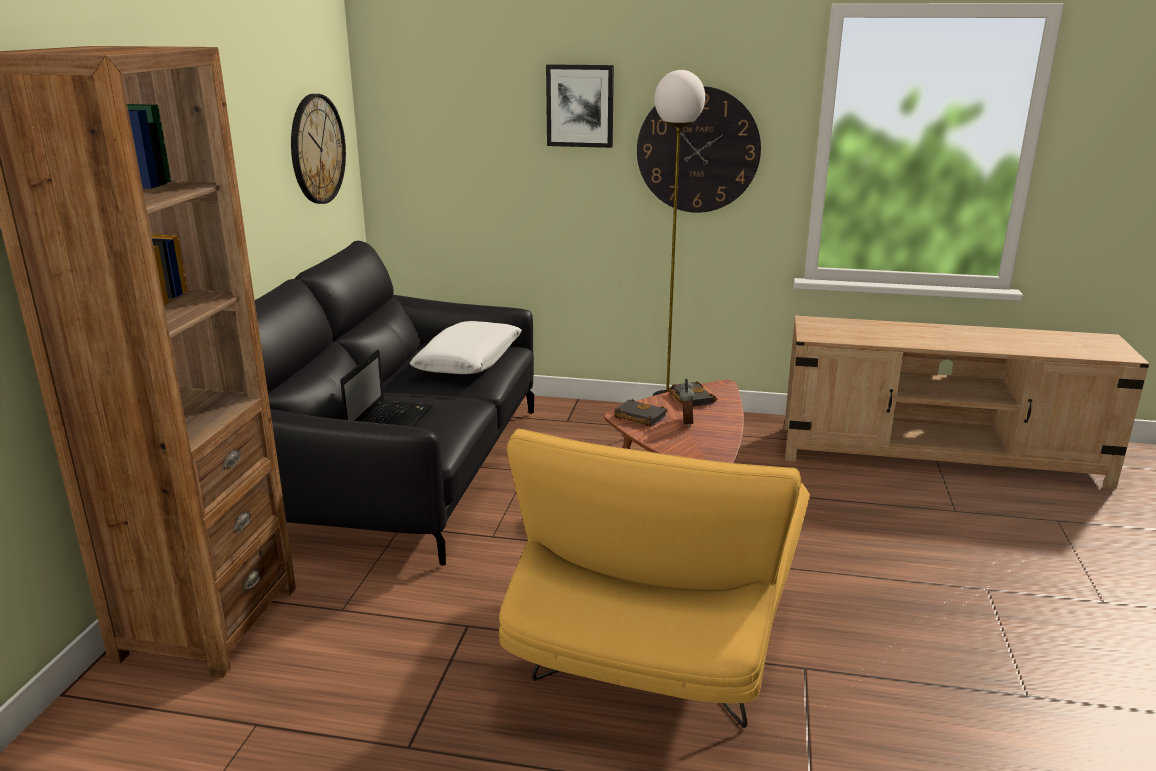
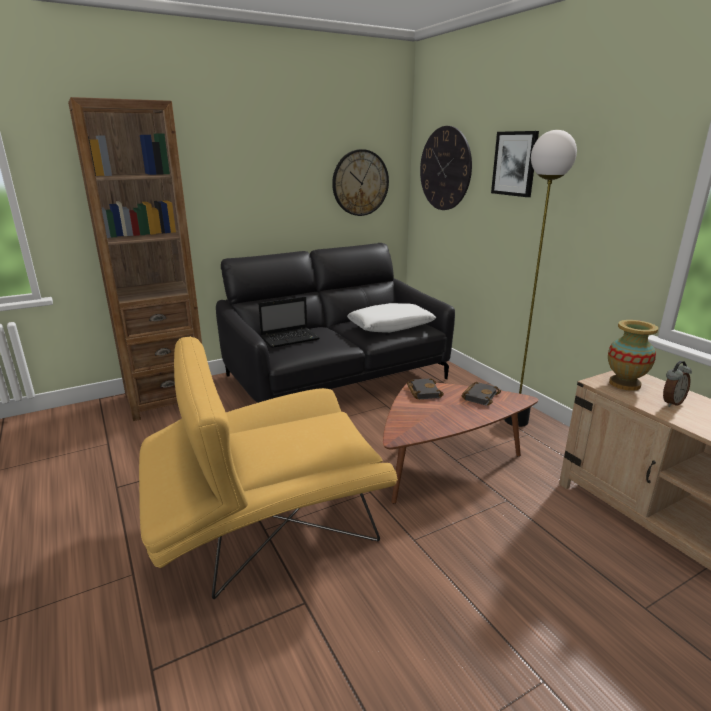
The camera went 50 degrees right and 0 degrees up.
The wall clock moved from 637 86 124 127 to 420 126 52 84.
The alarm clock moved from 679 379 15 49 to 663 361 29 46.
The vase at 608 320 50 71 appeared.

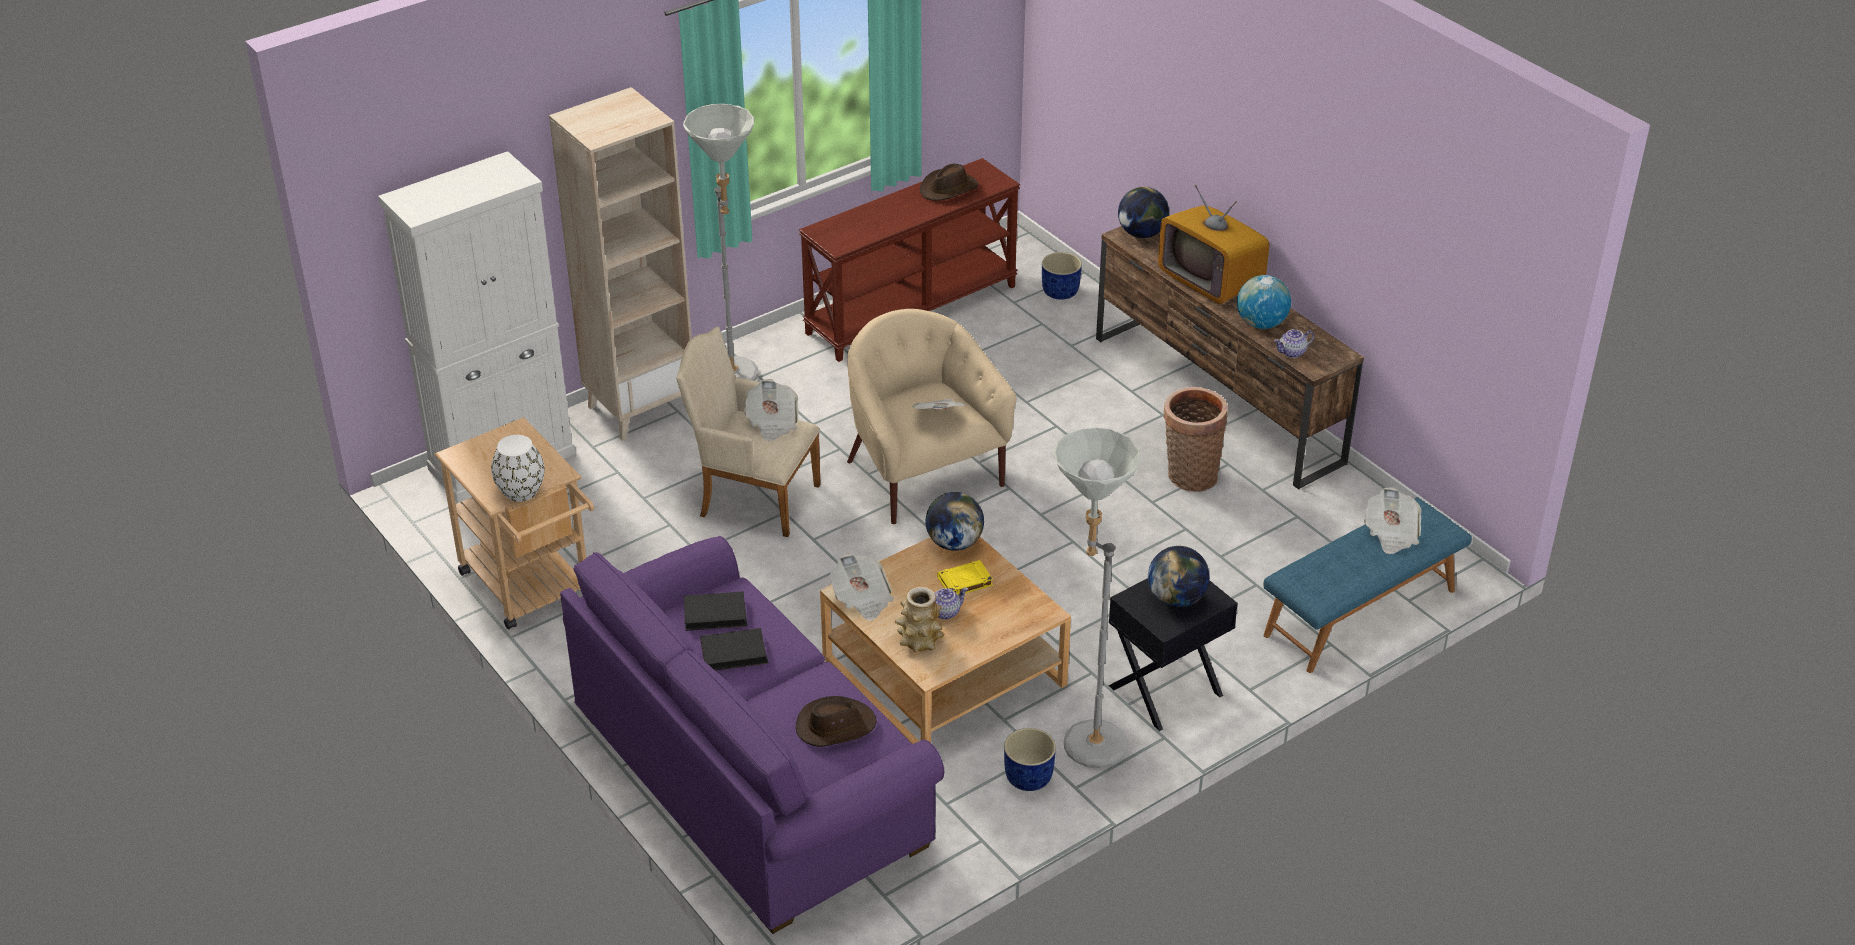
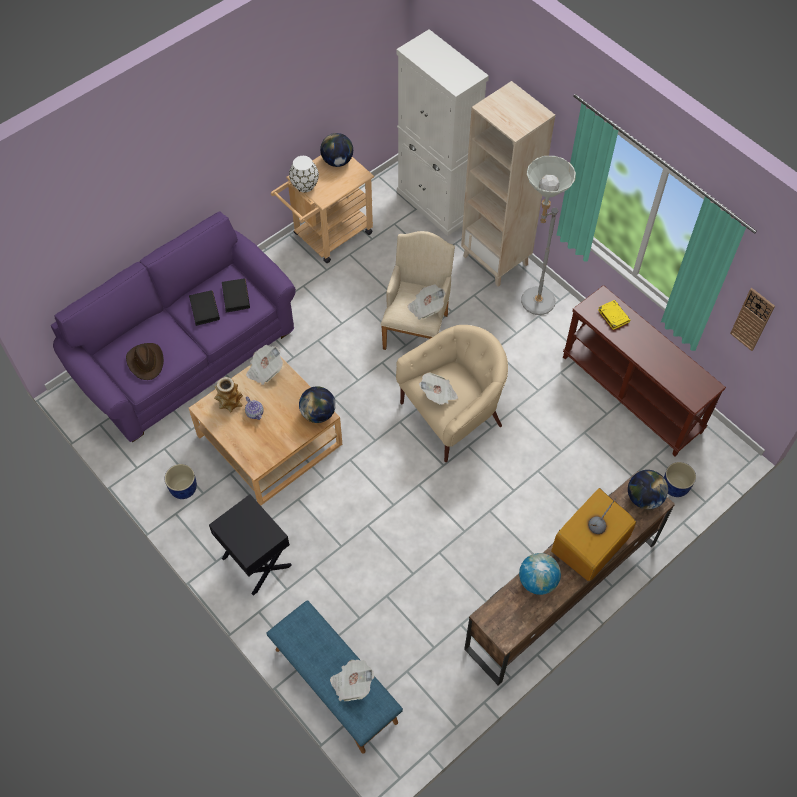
The camera went 85 degrees right and 20 degrees up.
The brown hat at 920 164 58 37 disappeared.
The teapot at 1274 329 40 29 disappeared.
The basket at 1164 387 64 105 disappeared.
The grey floor lamp at 1053 428 88 340 disappeared.
The globe moved from 1148 546 62 61 to 320 133 33 34.
The yellow book moved from 937 560 56 35 to 598 300 33 30.
The wall clock at 730 288 45 63 appeared.

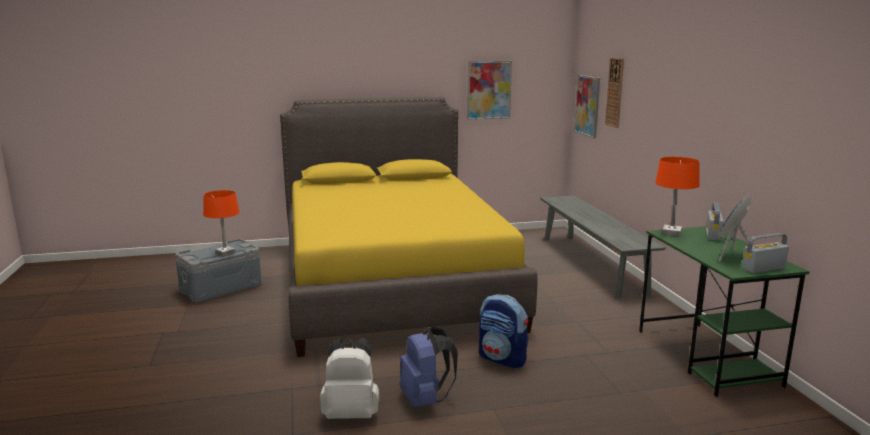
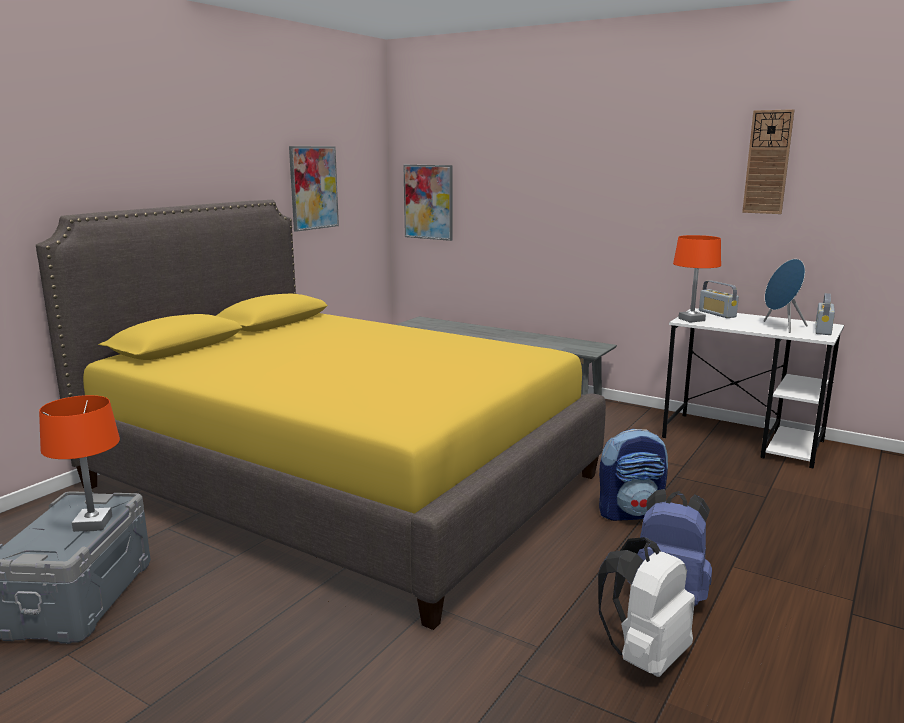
The camera went 45 degrees left and 0 degrees up.
The wall clock moved from 605 58 19 70 to 742 109 52 105.
The green desk at 639 227 171 170 became the white desk at 662 308 182 161.

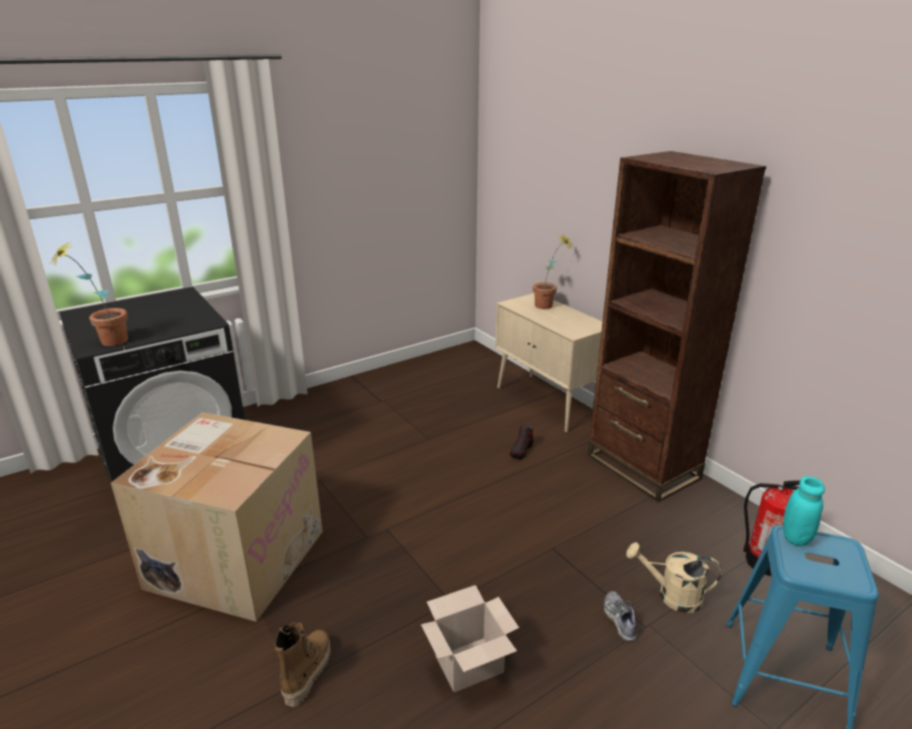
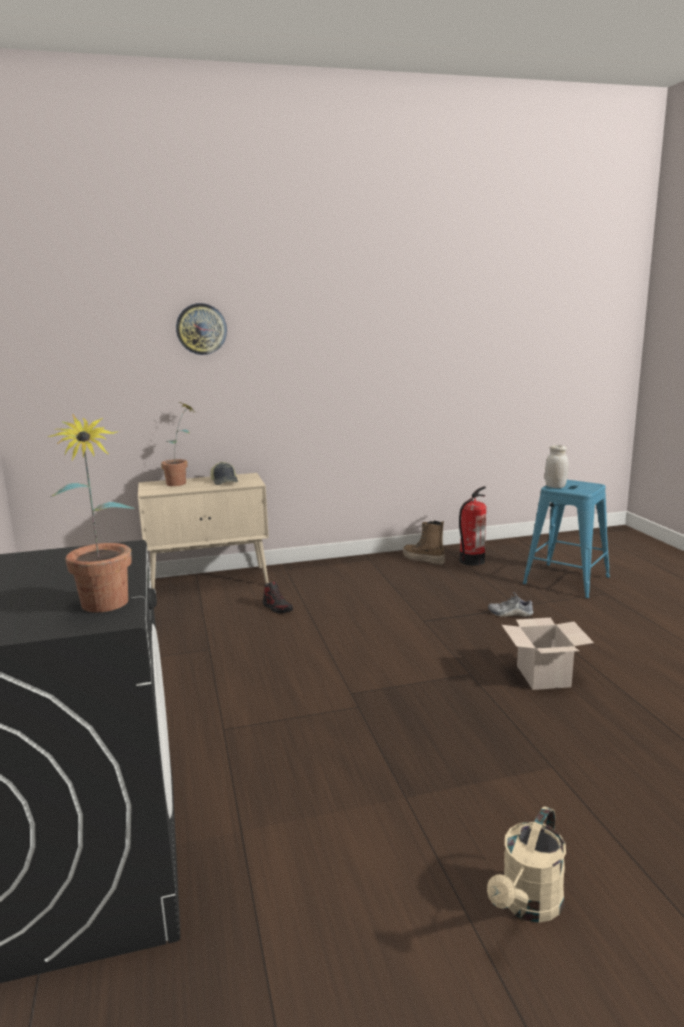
The camera went 70 degrees left and 10 degrees down.
The brown bookcase at 587 151 179 351 disappeared.
The cardboard box at 111 412 212 210 disappeared.
The turquoise jar at 783 476 42 70 became the white jar at 545 445 24 43.
The beige watering can moved from 626 542 95 71 to 487 806 79 117.
The boot moved from 275 622 56 85 to 403 521 42 44.
The wall clock at 176 303 51 52 appeared.
The cap at 210 462 28 23 appeared.

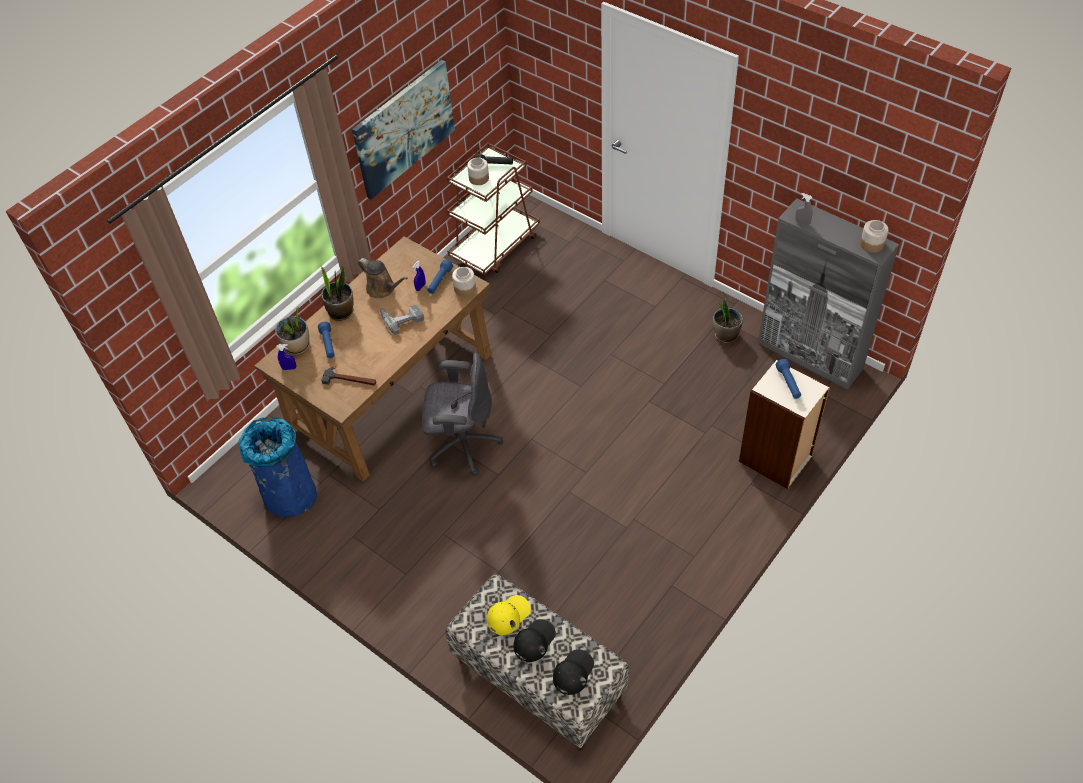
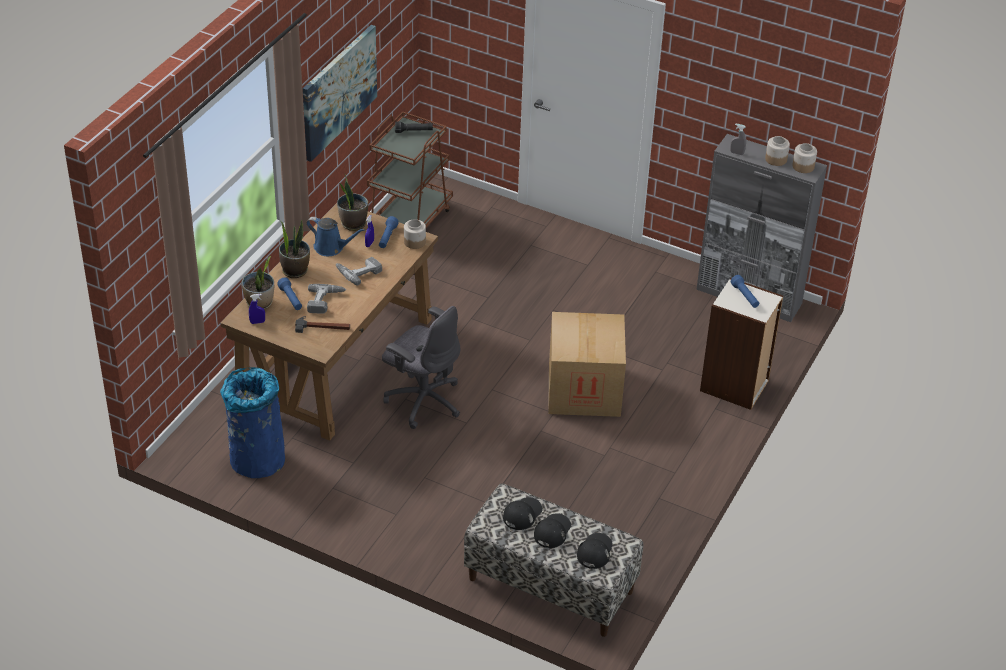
The camera went 15 degrees left and 10 degrees down.
The jar moved from 467 158 22 27 to 765 136 25 30.
The brown watering can at 358 258 50 40 became the blue watering can at 307 217 58 39.
The potted plant moved from 713 293 30 50 to 337 173 31 58.
The grey office chair at 422 353 81 123 turned 45 degrees clockwise.
The yellow cap at 487 595 44 40 became the black cap at 503 497 40 33.
The power drill at 307 284 39 30 appeared.
The cardboard box at 548 312 78 105 appeared.

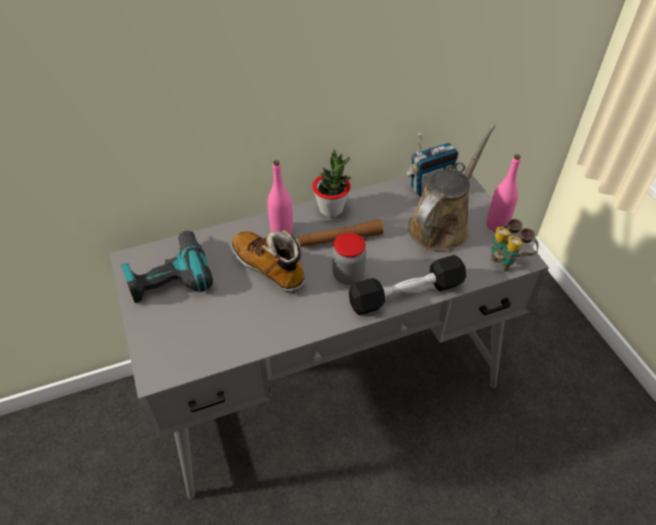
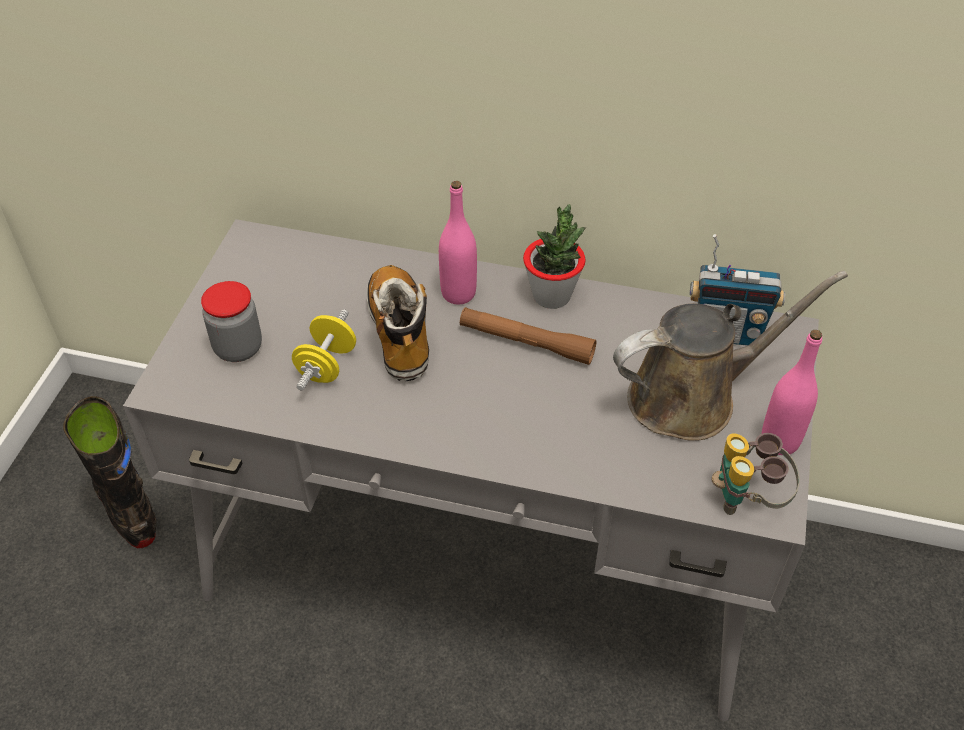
The camera went 35 degrees right and 0 degrees up.
The power drill at 121 229 92 74 disappeared.
The jar moved from 332 233 34 52 to 201 281 61 81.
The black dumbbell at 349 255 117 60 disappeared.
The yellow dumbbell at 292 309 64 81 appeared.
The black boot at 63 396 93 152 appeared.

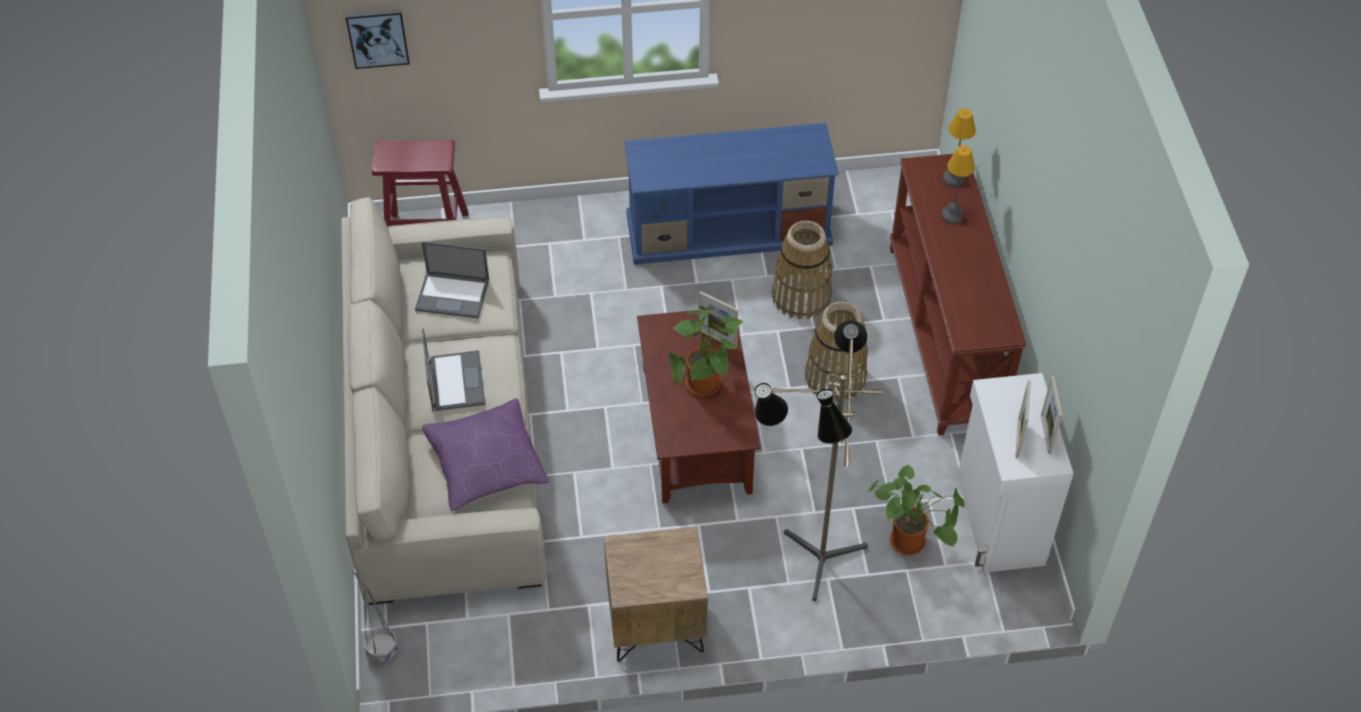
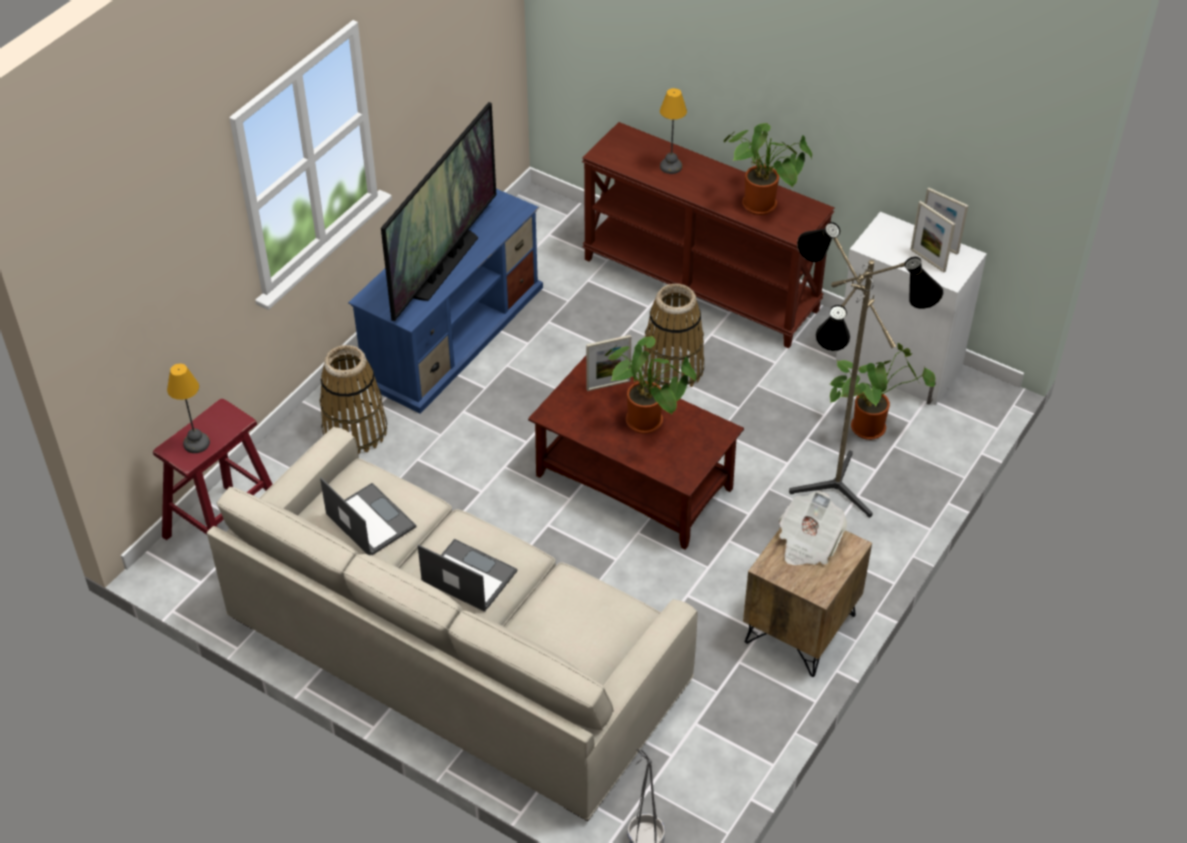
The camera went 50 degrees left and 5 degrees down.
The picture at 345 9 64 60 disappeared.
The table lamp moved from 942 108 34 79 to 167 364 43 89.
The basket moved from 772 221 60 99 to 320 345 67 109.
The laptop at 415 242 74 76 turned 90 degrees counterclockwise.
The purple pillow at 422 398 127 113 disappeared.
The television at 381 102 115 219 appeared.
The potted plant at 724 123 88 92 appeared.
The newspaper at 779 491 68 74 appeared.

